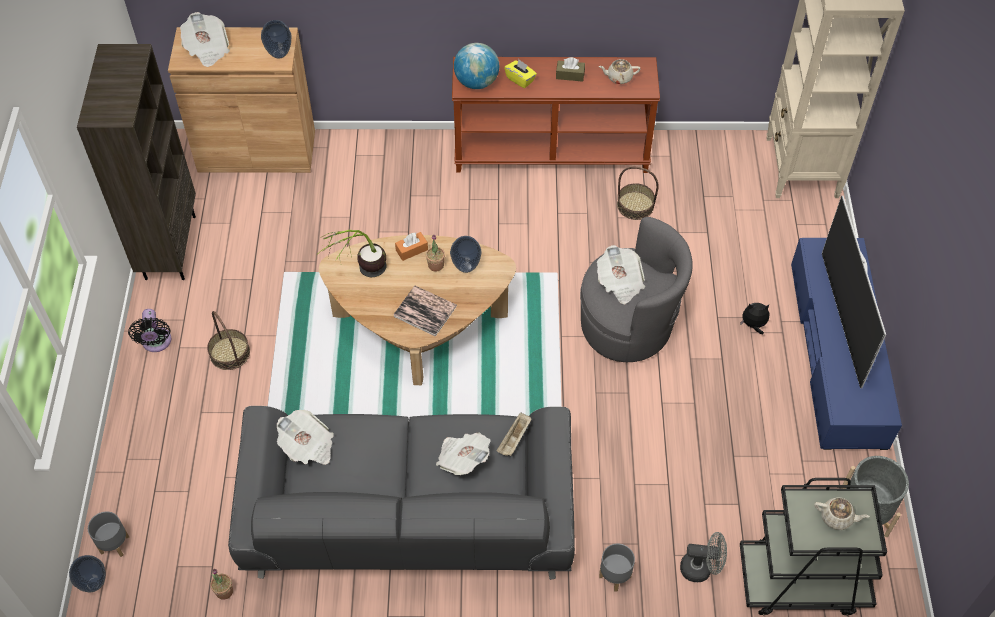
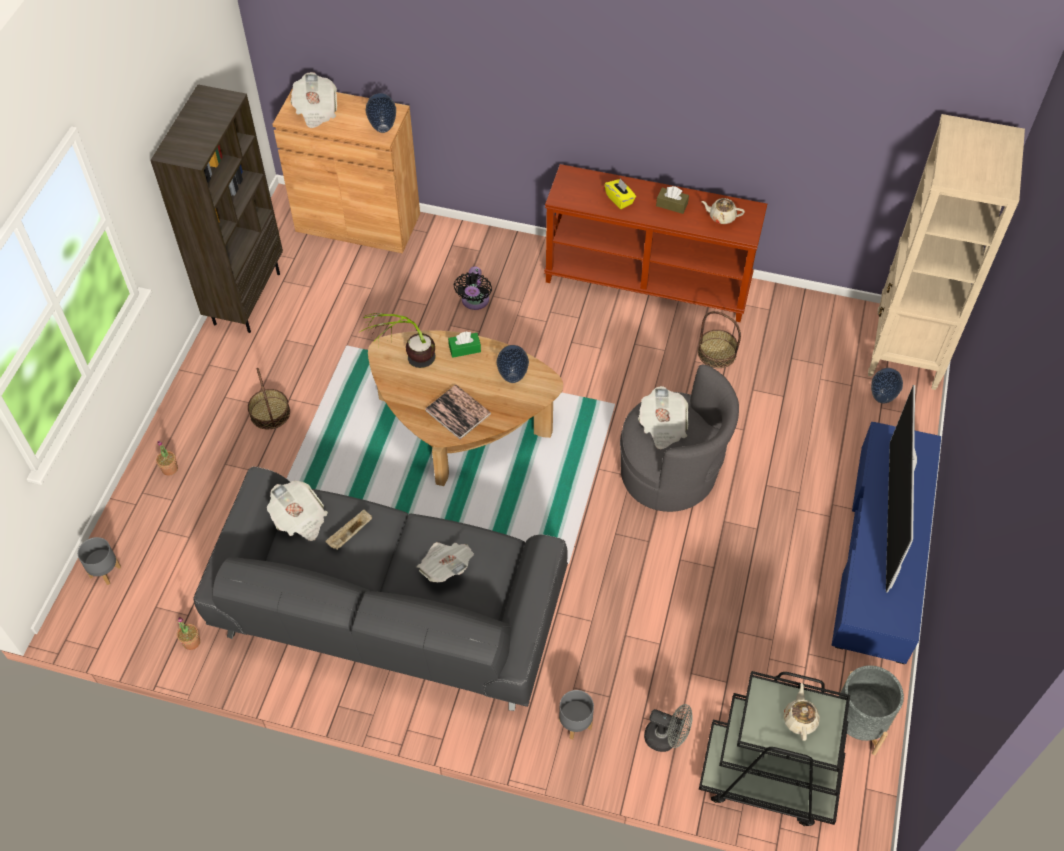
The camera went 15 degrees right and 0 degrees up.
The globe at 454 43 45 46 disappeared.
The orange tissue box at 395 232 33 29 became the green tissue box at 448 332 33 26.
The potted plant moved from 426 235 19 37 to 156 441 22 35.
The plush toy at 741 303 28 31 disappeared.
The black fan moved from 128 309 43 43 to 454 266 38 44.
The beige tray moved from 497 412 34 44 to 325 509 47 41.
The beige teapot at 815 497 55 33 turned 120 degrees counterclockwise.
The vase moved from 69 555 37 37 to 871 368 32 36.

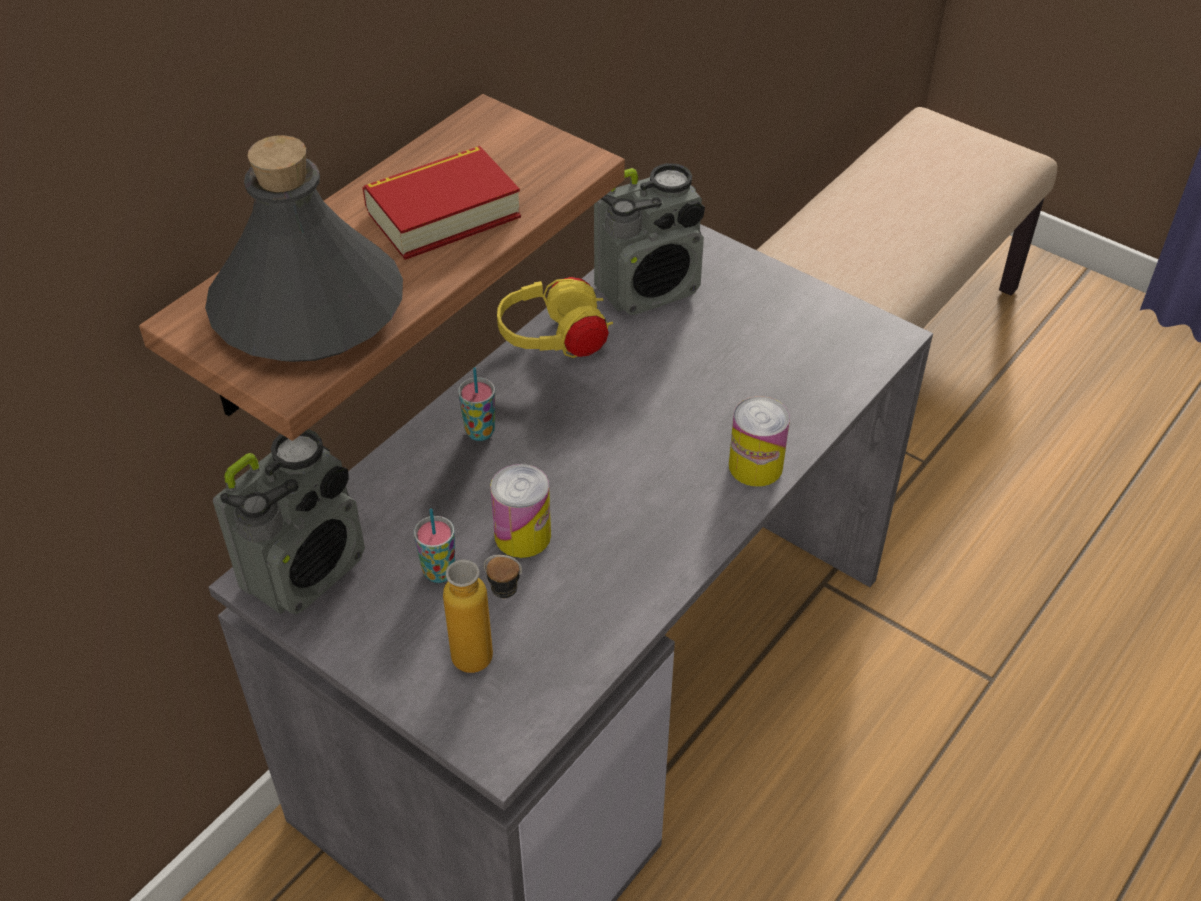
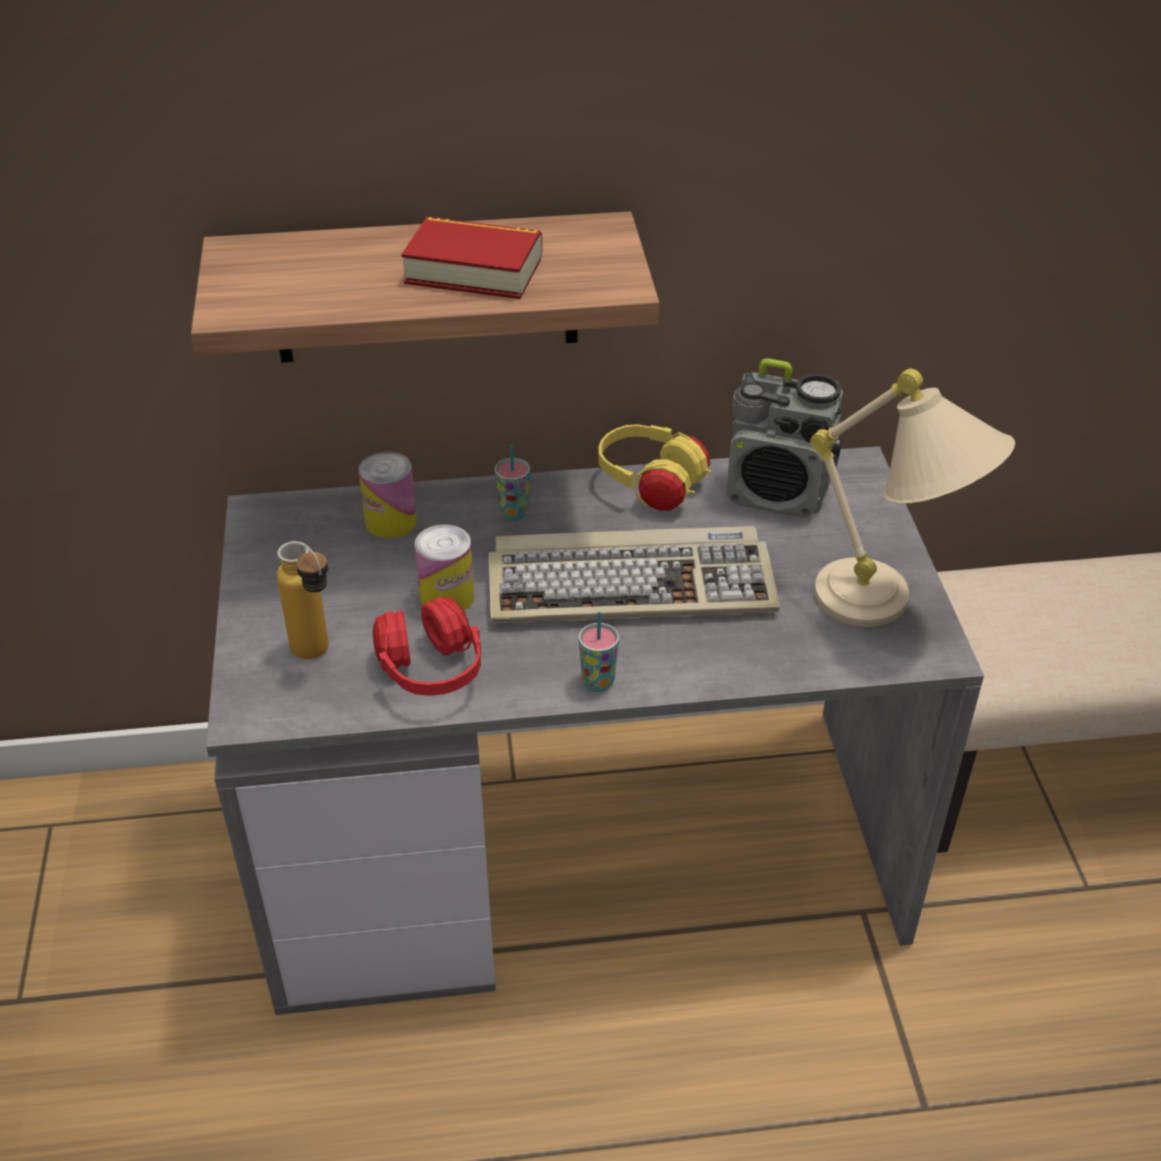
The camera went 45 degrees right and 5 degrees down.
The grey bottle at 205 135 198 227 disappeared.
The can moved from 729 396 61 91 to 358 452 59 86.
The radio at 213 429 152 185 disappeared.
The cup moved from 414 509 41 74 to 579 612 40 80.
The beige table lamp at 810 368 205 259 appeared.
The keyboard at 488 526 292 98 appeared.
The red headphones at 373 597 108 99 appeared.

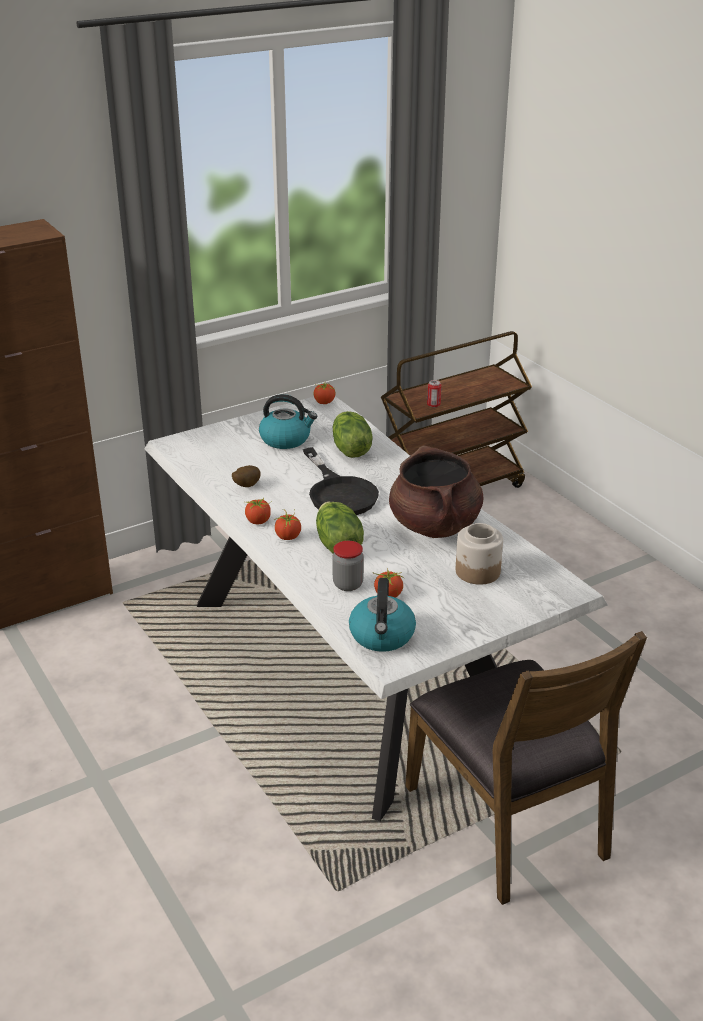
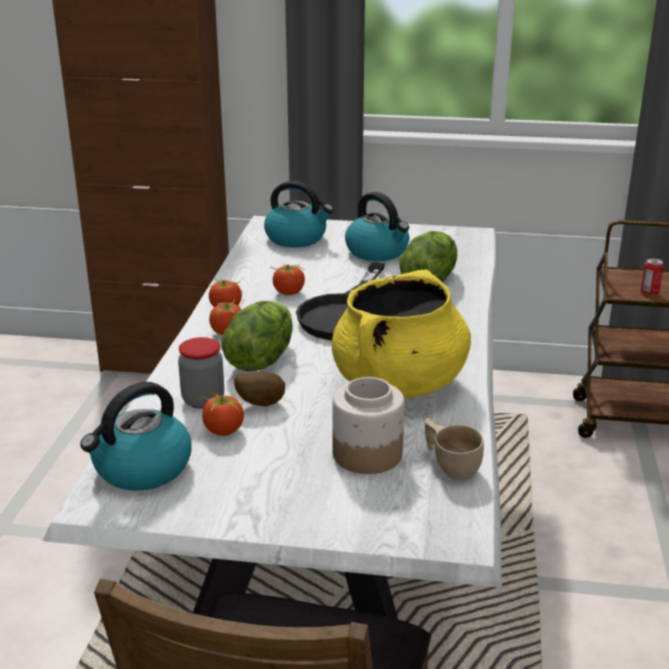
The camera went 40 degrees right and 5 degrees down.
The tomato moved from 314 383 21 21 to 270 264 35 31.
The brown cooking pot at 389 446 95 92 became the yellow cooking pot at 332 270 139 128.
The potato moved from 232 465 29 22 to 234 371 51 35.
The kettle at 264 181 69 66 appeared.
The beige cup at 425 418 59 62 appeared.

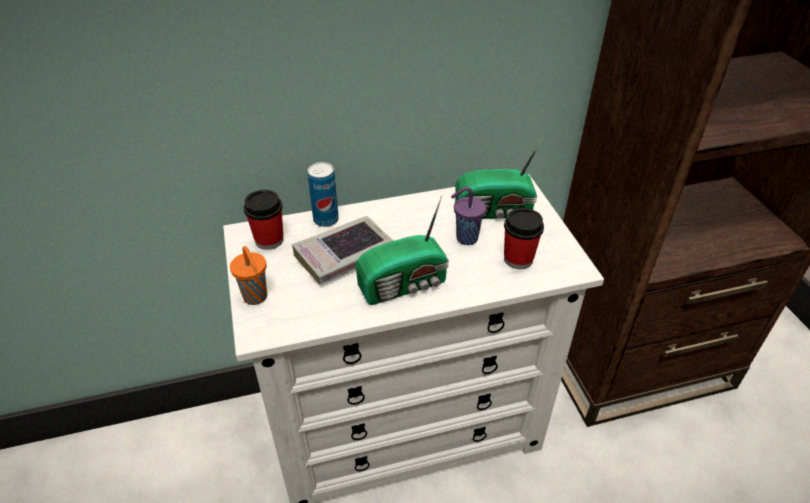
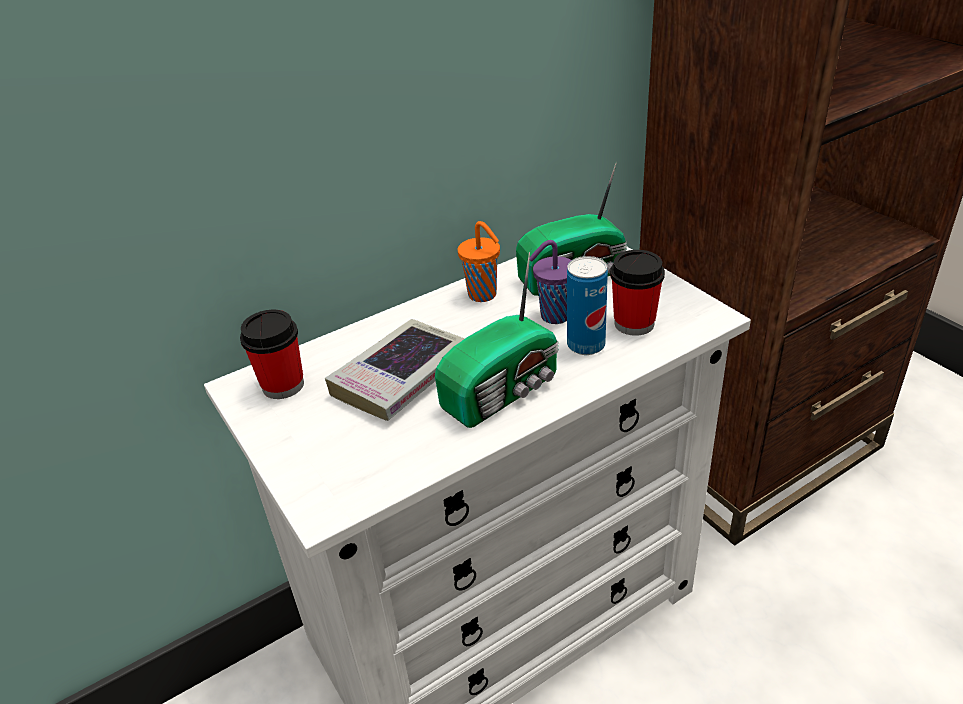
The camera went 15 degrees left and 5 degrees down.
The can moved from 307 162 32 65 to 567 256 41 99.
The orange cup moved from 230 246 37 59 to 458 221 42 81.

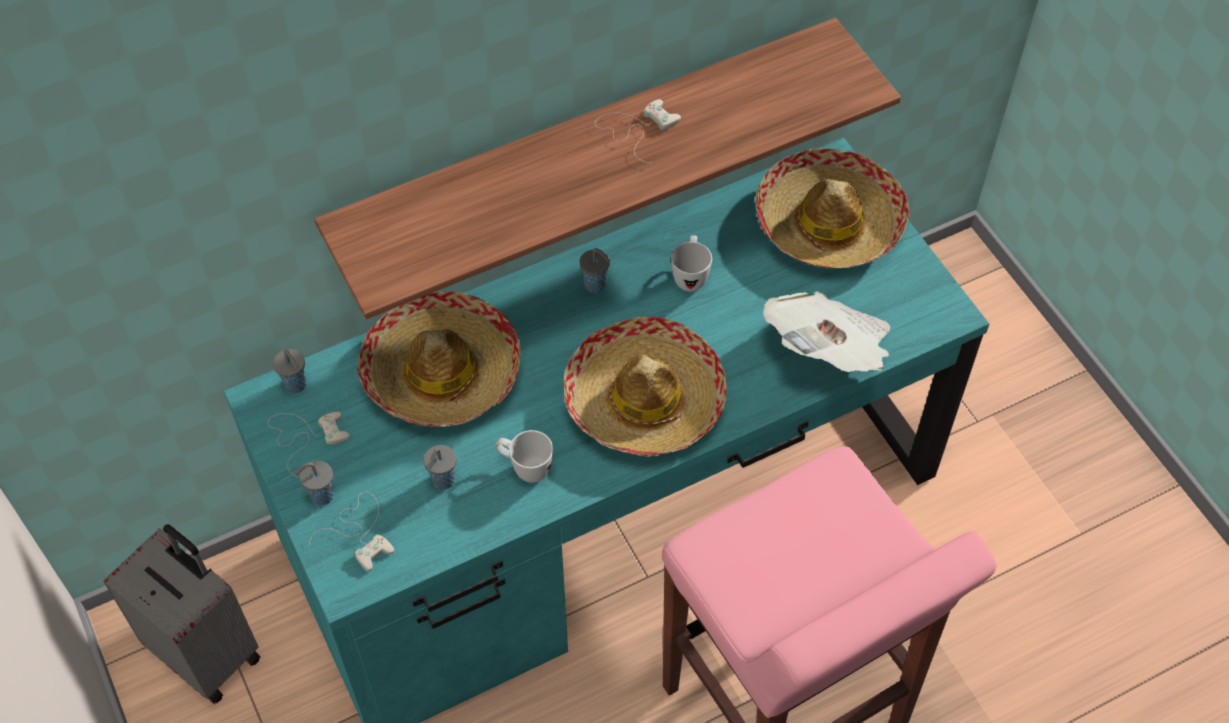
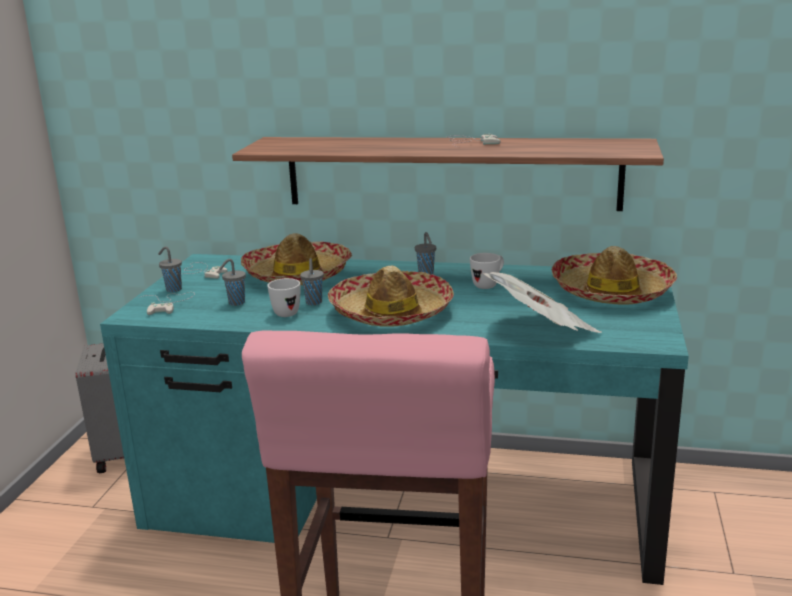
The camera went 40 degrees right and 35 degrees down.
The grey cup moved from 273 349 33 44 to 300 258 24 47.

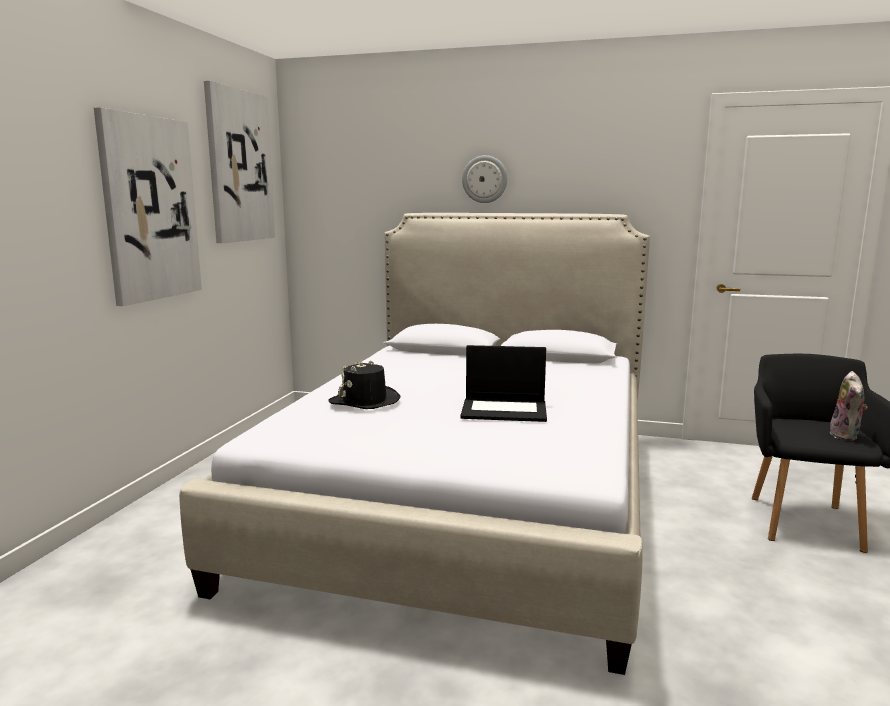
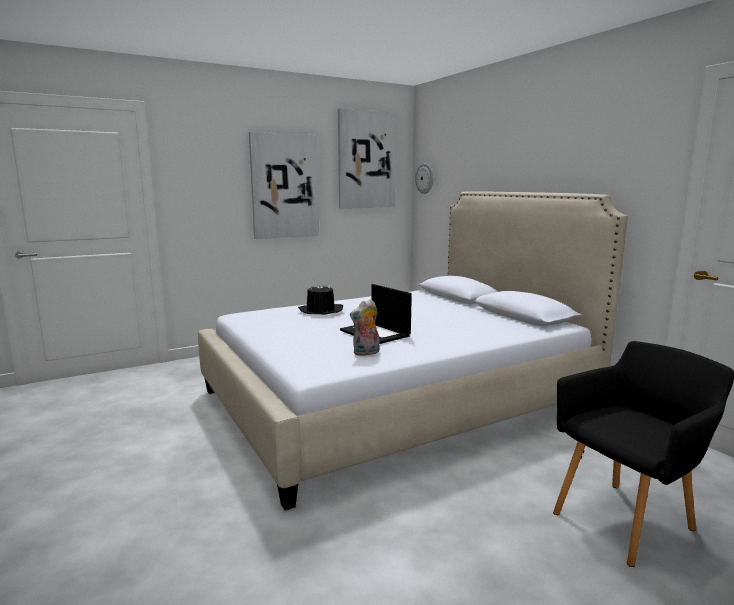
The camera went 45 degrees right and 0 degrees up.
The wall clock moved from 462 155 45 48 to 415 163 18 31.
The plush toy moved from 830 371 38 70 to 350 299 29 57.

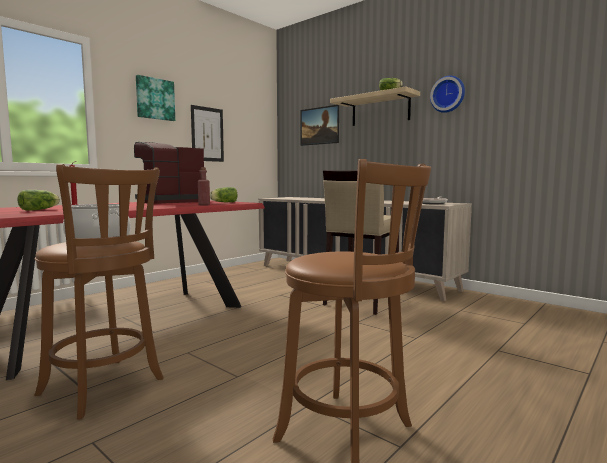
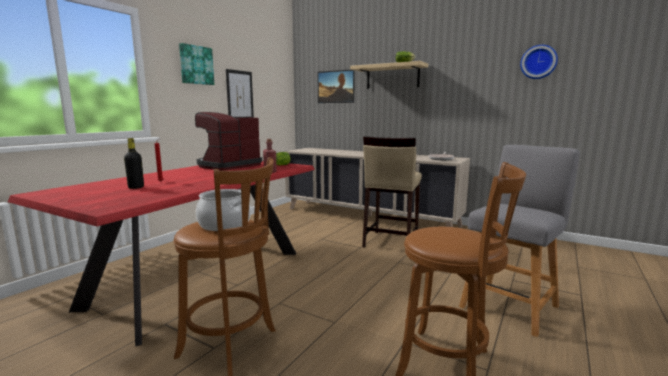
The camera went 10 degrees left and 5 degrees up.
The wall clock moved from 430 76 35 37 to 520 45 38 34.
The lettuce at 17 190 43 21 was replaced by the black bottle at 124 138 20 51.
The grey chair at 459 145 121 192 appeared.

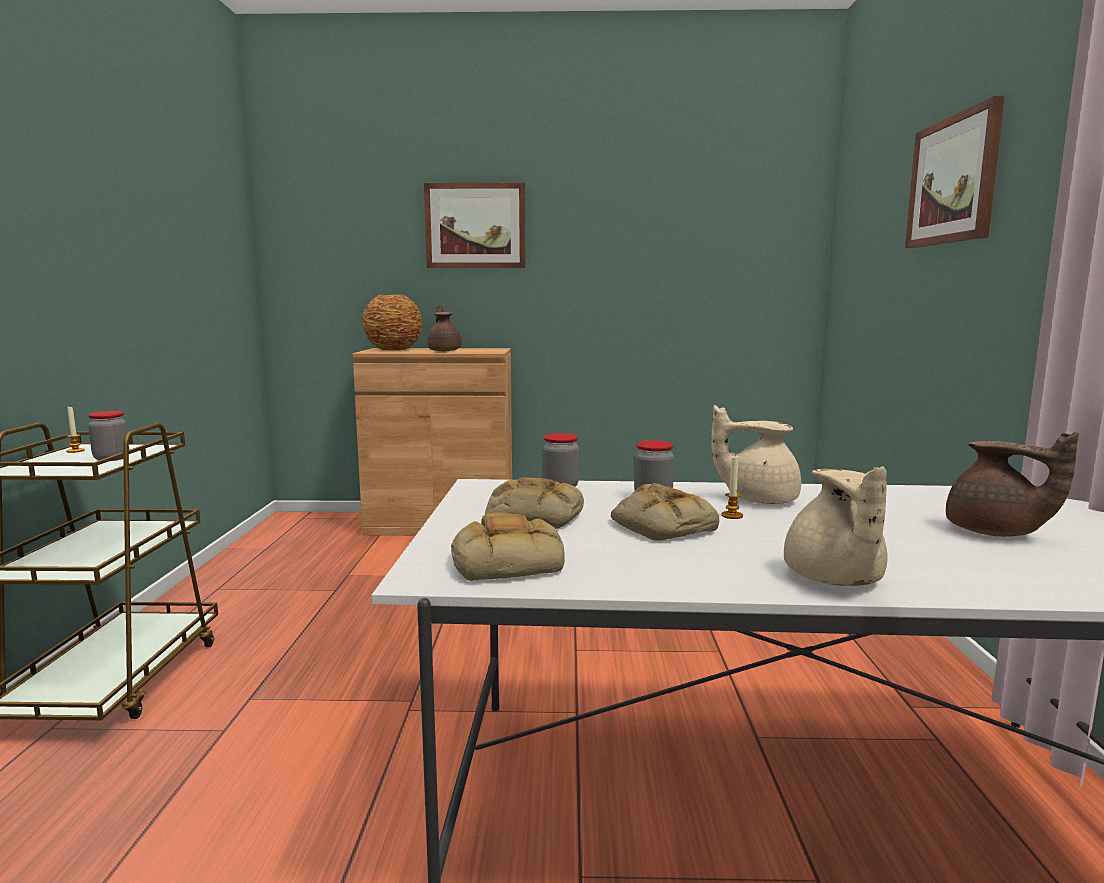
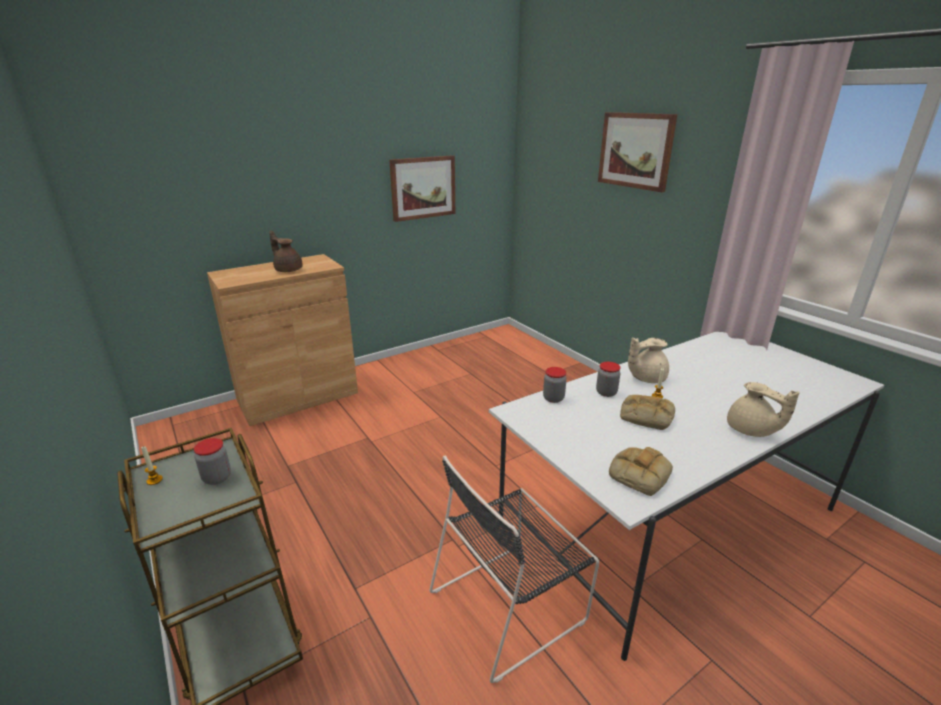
The camera went 35 degrees left and 15 degrees up.
The picture moved from 424 183 102 85 to 389 155 66 67.
The vase at 362 295 60 56 disappeared.
The brown teapot at 946 432 133 105 disappeared.
The bread at 485 477 99 52 disappeared.
The black chair at 430 456 169 227 appeared.

